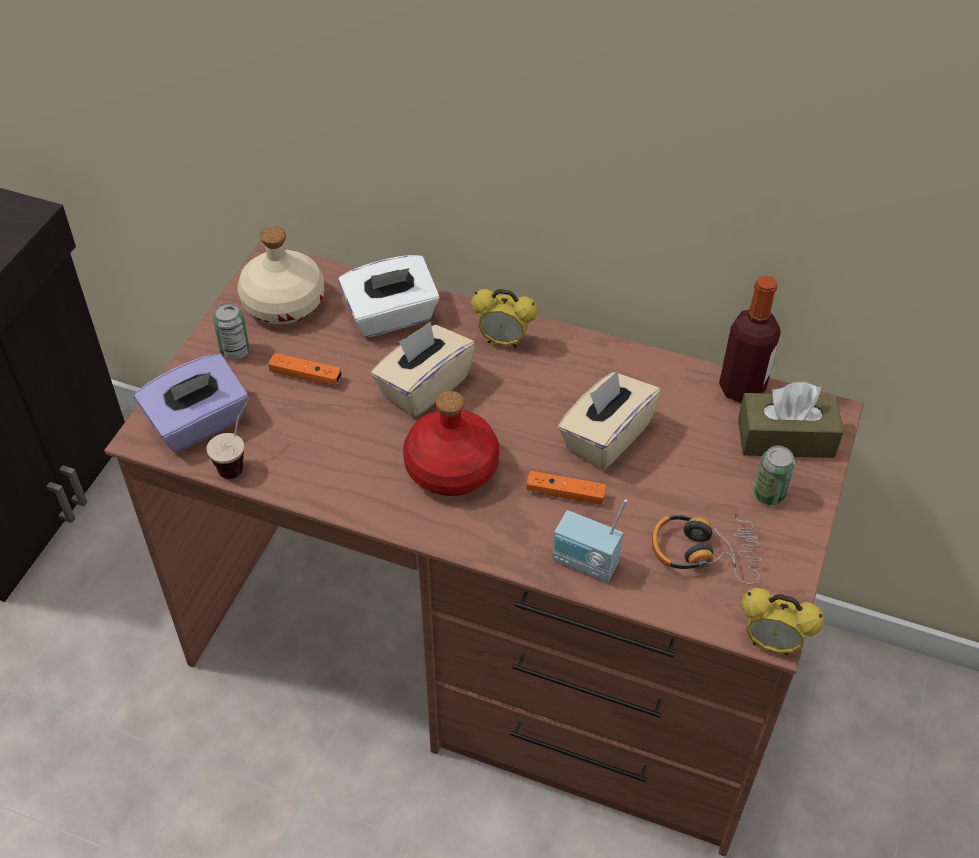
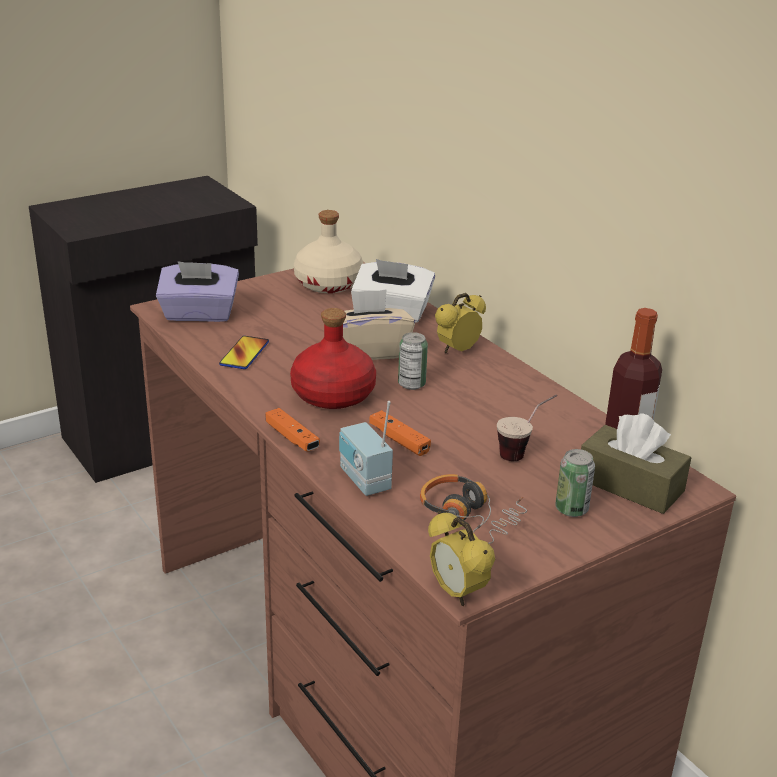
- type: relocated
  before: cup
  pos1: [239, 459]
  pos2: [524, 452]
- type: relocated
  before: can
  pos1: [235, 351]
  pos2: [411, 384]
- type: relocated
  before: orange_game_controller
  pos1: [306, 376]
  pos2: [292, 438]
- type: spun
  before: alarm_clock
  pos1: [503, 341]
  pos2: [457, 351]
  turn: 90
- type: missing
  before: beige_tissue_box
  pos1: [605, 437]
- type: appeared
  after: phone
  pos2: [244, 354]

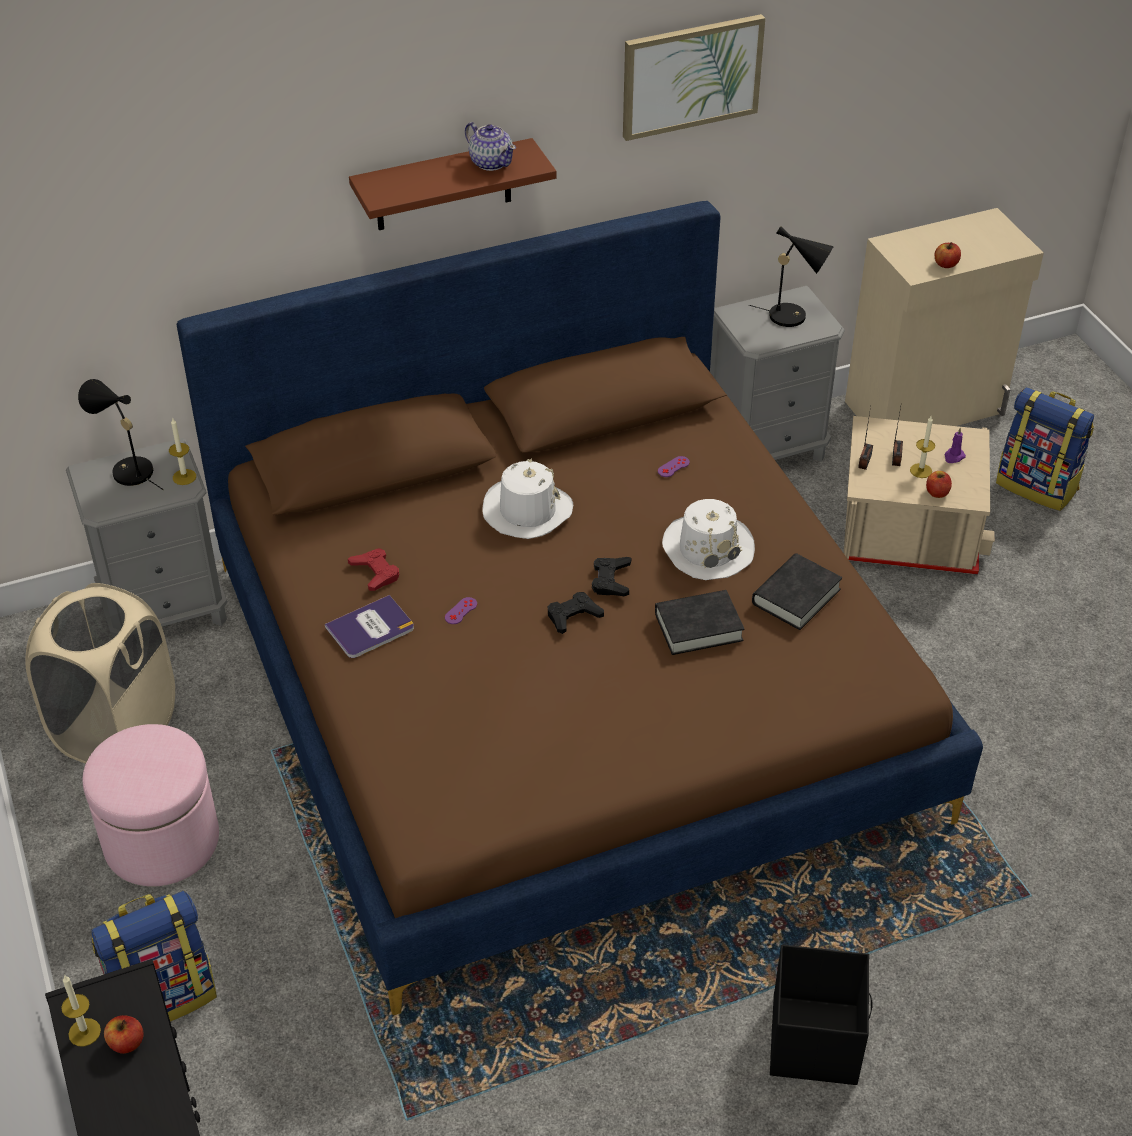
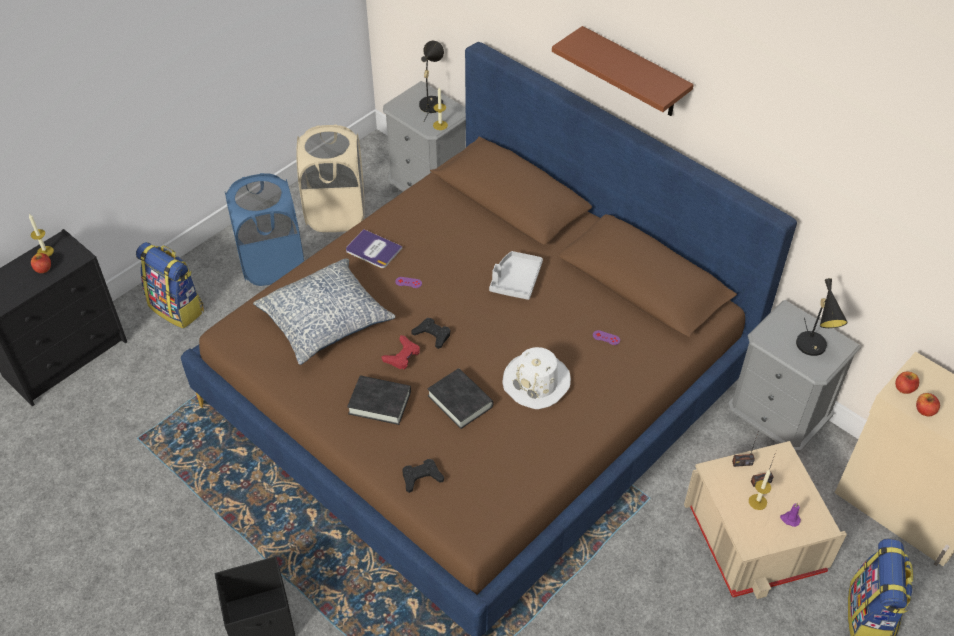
- type: exchanged
  before: pink_ottoman
  after: blue_laundry_basket
  pos1: [162, 841]
  pos2: [272, 264]
- type: relocated
  before: red_game_controller
  pos1: [375, 573]
  pos2: [402, 355]
- type: missing
  before: teapot
  pos1: [491, 162]
- type: exchanged
  before: white_hat
  after: grey_tray
  pos1: [527, 510]
  pos2: [515, 280]
- type: relocated
  before: black_game_controller
  pos1: [611, 580]
  pos2: [421, 477]
- type: missing
  before: picture
  pos1: [691, 76]
- type: relocated
  before: black_book
  pos1: [796, 596]
  pos2: [379, 403]
- type: relocated
  before: apple
  pos1: [937, 493]
  pos2: [904, 388]
- type: appeared
  after: pillow
  pos2: [325, 321]

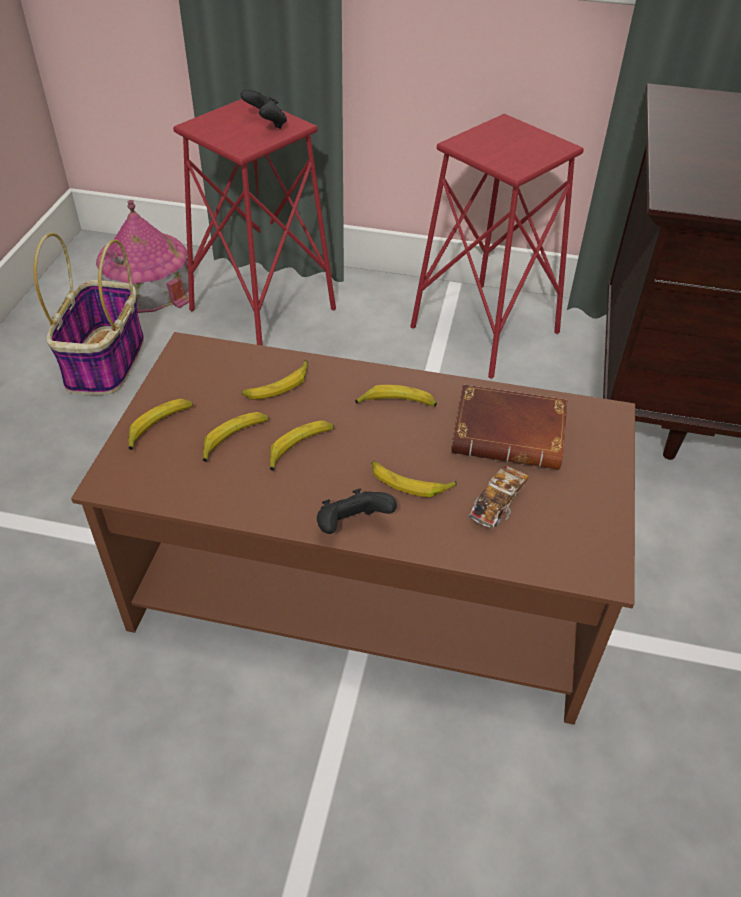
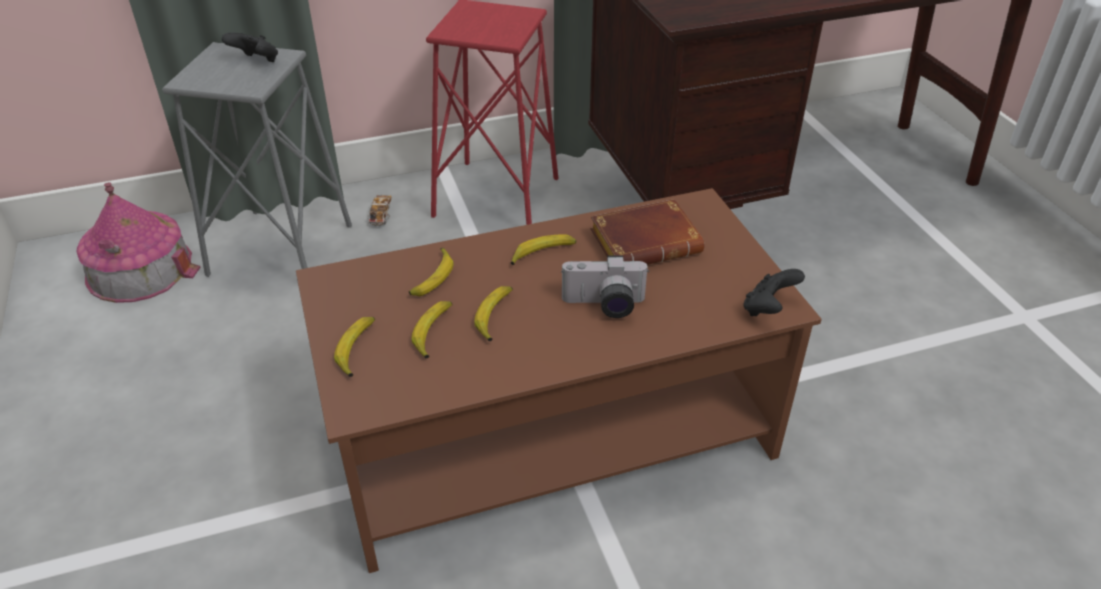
- type: missing
  before: basket
  pos1: [105, 363]
- type: colour
  before: red_stool
  after: grey_stool
  pos1: [263, 309]
  pos2: [281, 249]
- type: relocated
  before: black_game_controller
  pos1: [352, 526]
  pos2: [768, 309]
- type: exchanged
  before: banana
  after: photo_camera
  pos1: [410, 483]
  pos2: [604, 306]
- type: relocated
  before: toy_car
  pos1: [497, 505]
  pos2: [381, 215]

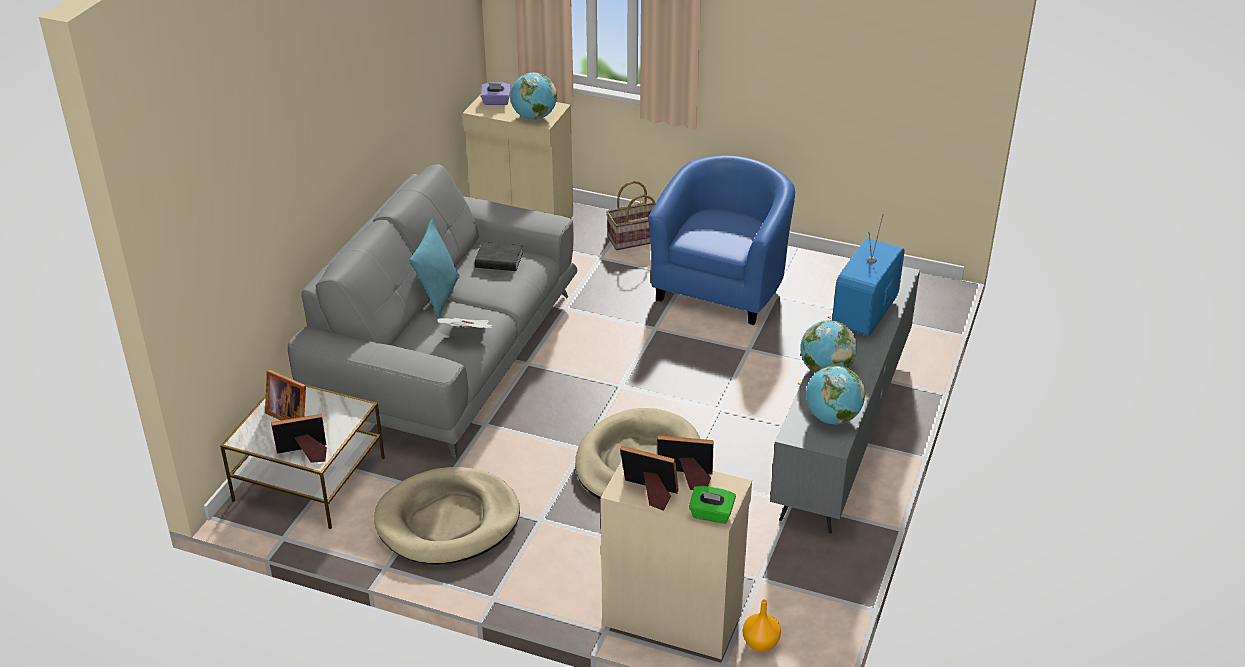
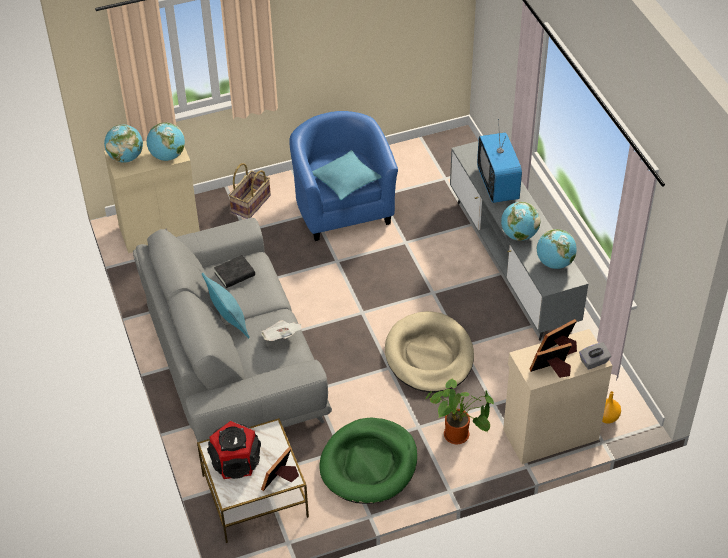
- type: exchanged
  before: picture_frame
  after: speaker
  pos1: [289, 414]
  pos2: [236, 462]
- type: colour
  before: beige_dog_bed
  after: green_dog_bed
  pos1: [448, 521]
  pos2: [369, 464]
- type: exchanged
  before: purple_tissue_box
  after: globe
  pos1: [496, 102]
  pos2: [126, 157]
- type: colour
  before: green_tissue_box
  after: grey_tissue_box
  pos1: [711, 514]
  pos2: [594, 362]
- type: appeared
  after: turquoise_pillow
  pos2: [346, 180]
- type: appeared
  after: potted_plant
  pos2: [459, 435]

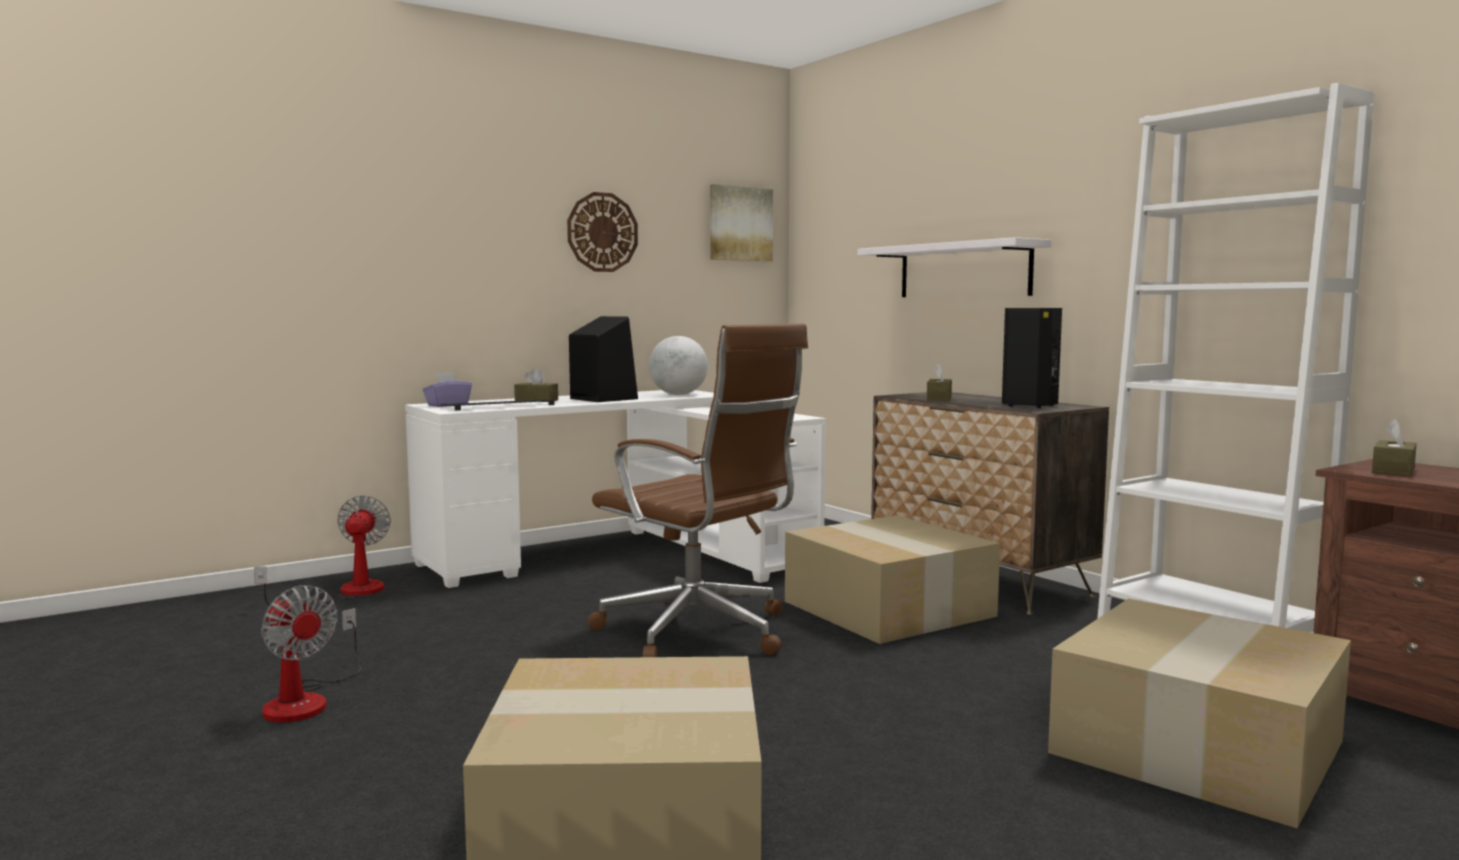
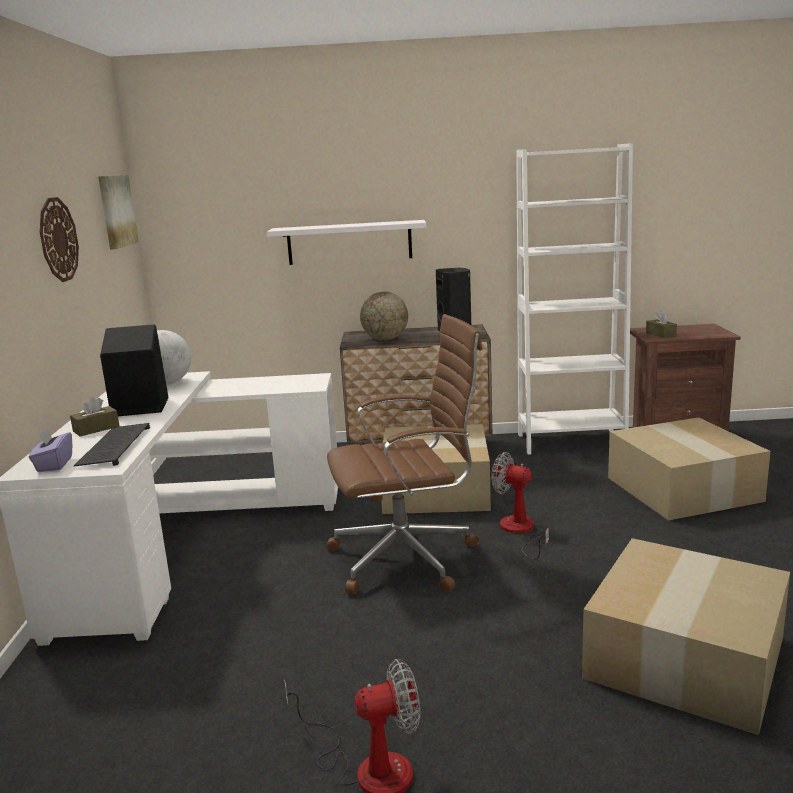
- type: relocated
  before: fan
  pos1: [346, 593]
  pos2: [521, 531]
- type: exchanged
  before: brown_tissue_box
  after: globe
  pos1: [939, 398]
  pos2: [385, 339]

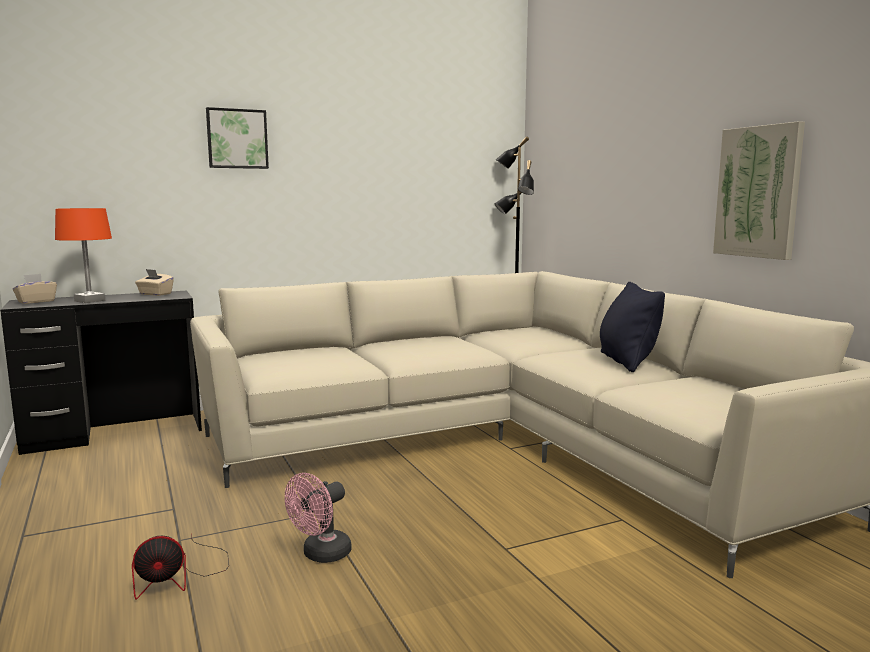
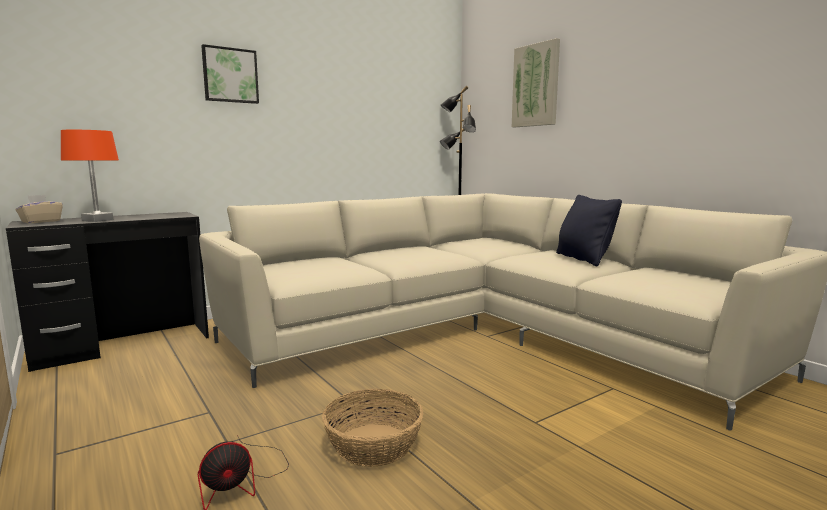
- type: missing
  before: beige_tissue_box
  pos1: [155, 294]
- type: exchanged
  before: pink_fan
  after: basket
  pos1: [321, 555]
  pos2: [374, 444]
- type: relocated
  before: picture
  pos1: [758, 192]
  pos2: [536, 85]

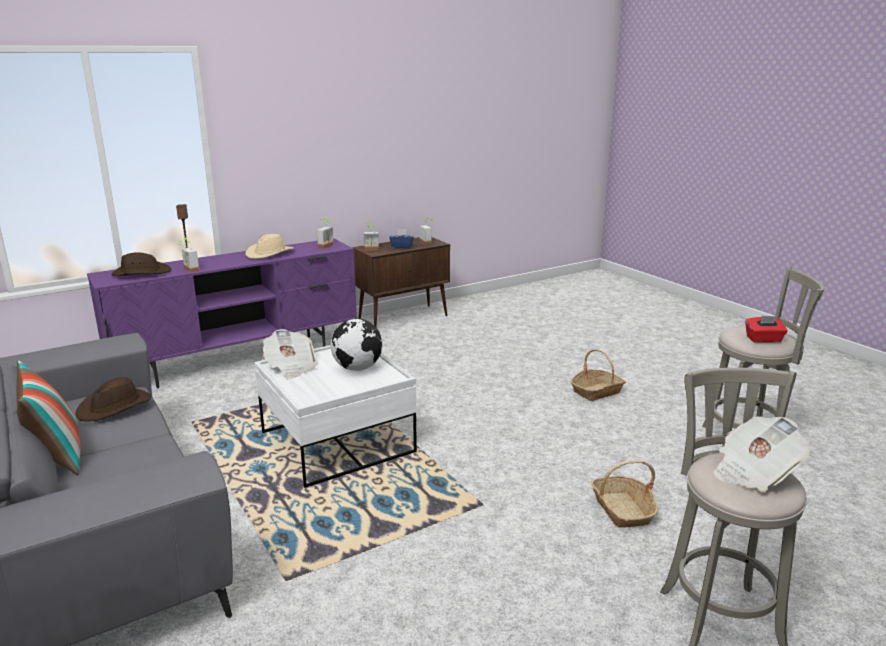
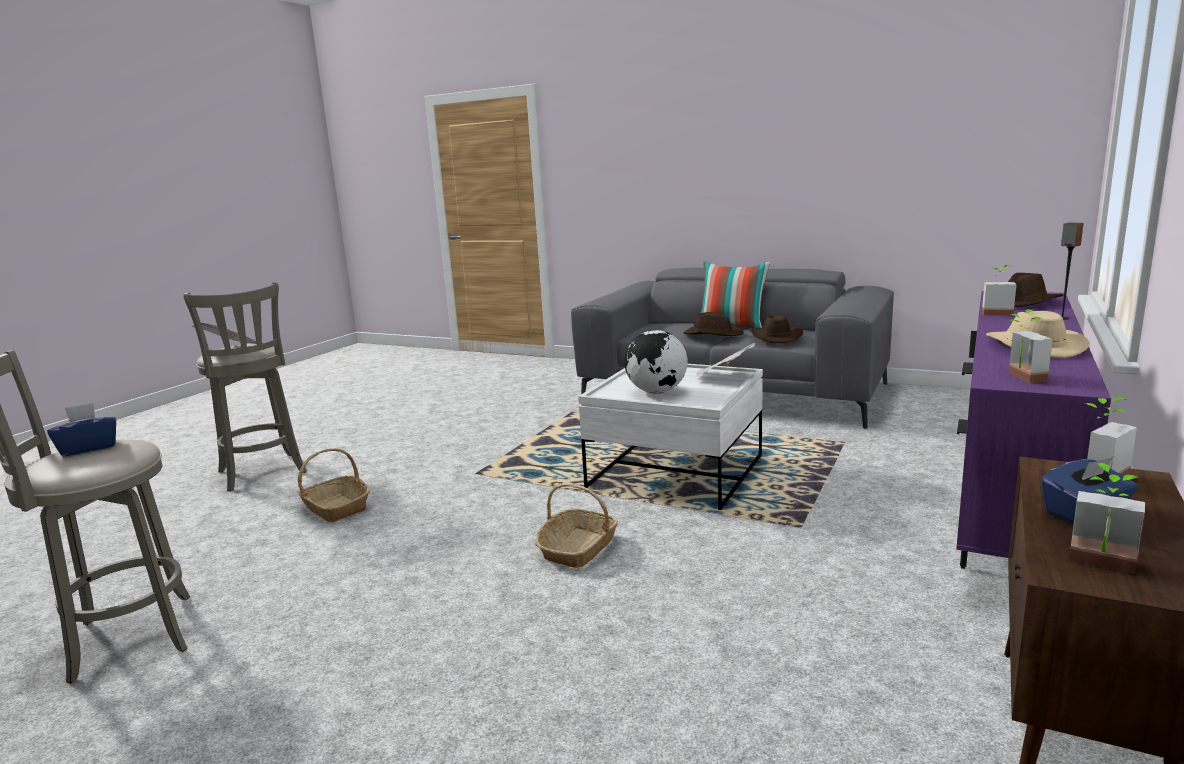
- type: relocated
  before: basket
  pos1: [597, 391]
  pos2: [578, 548]
- type: colour
  before: red_tissue_box
  after: blue_tissue_box
  pos1: [763, 339]
  pos2: [89, 448]
- type: appeared
  after: brown_hat
  pos2: [712, 334]

